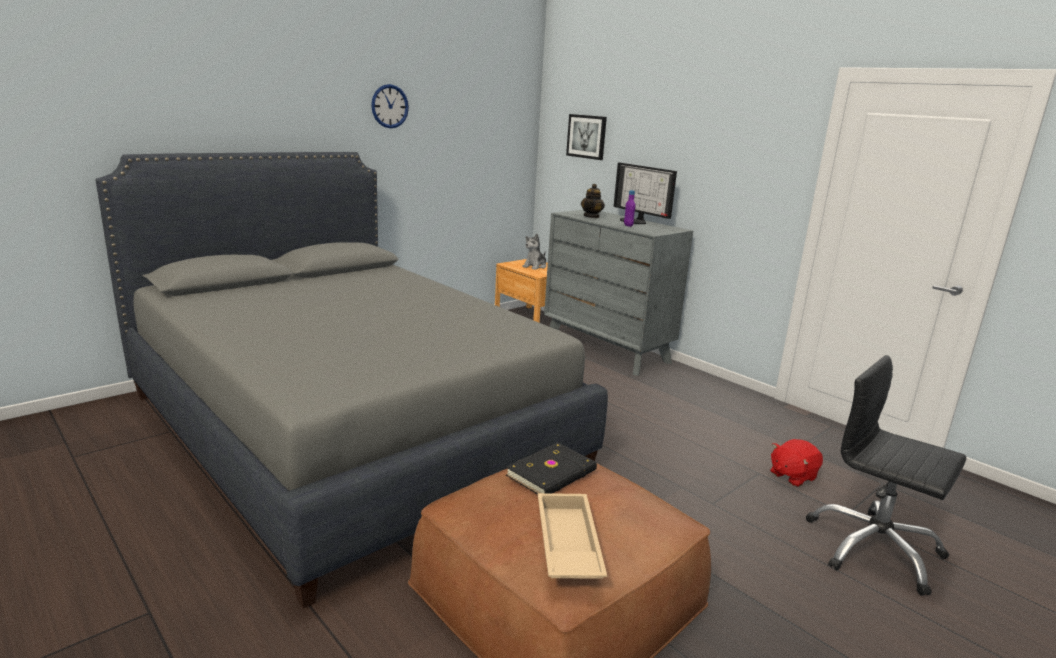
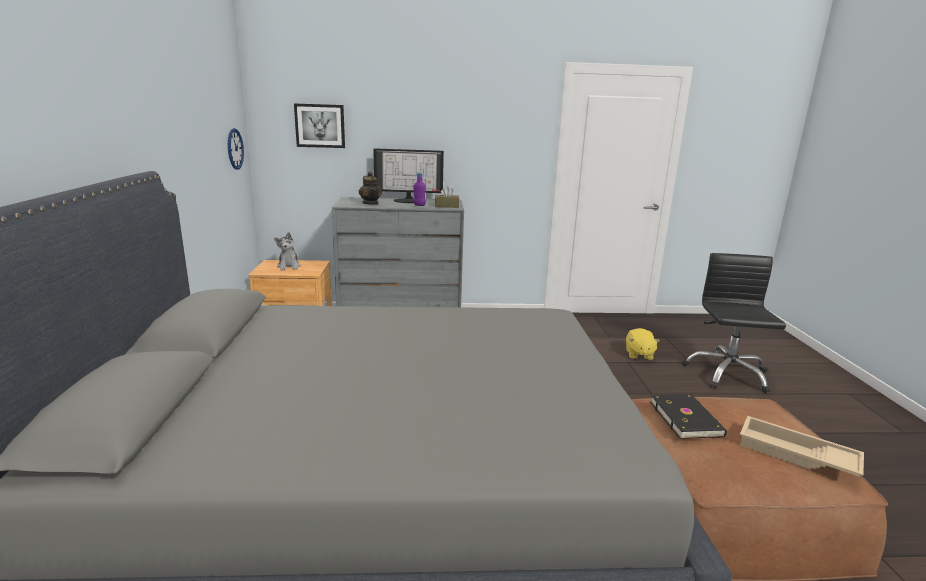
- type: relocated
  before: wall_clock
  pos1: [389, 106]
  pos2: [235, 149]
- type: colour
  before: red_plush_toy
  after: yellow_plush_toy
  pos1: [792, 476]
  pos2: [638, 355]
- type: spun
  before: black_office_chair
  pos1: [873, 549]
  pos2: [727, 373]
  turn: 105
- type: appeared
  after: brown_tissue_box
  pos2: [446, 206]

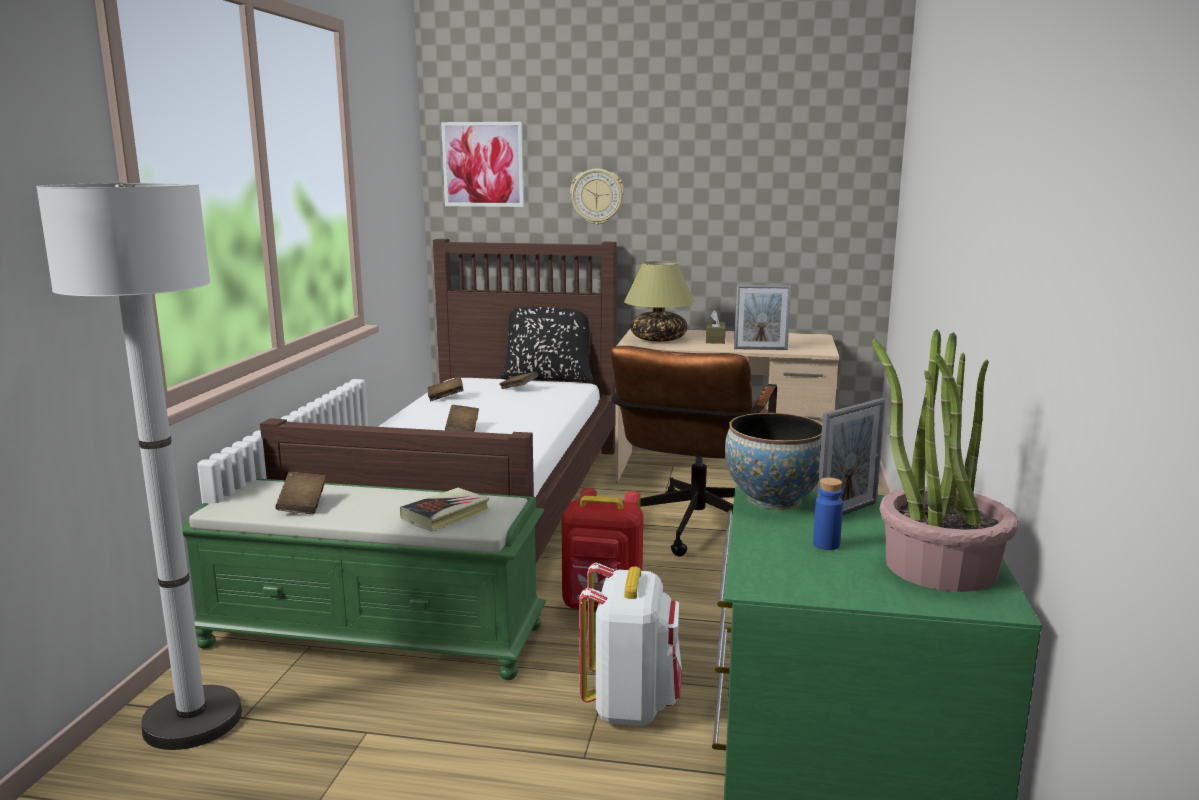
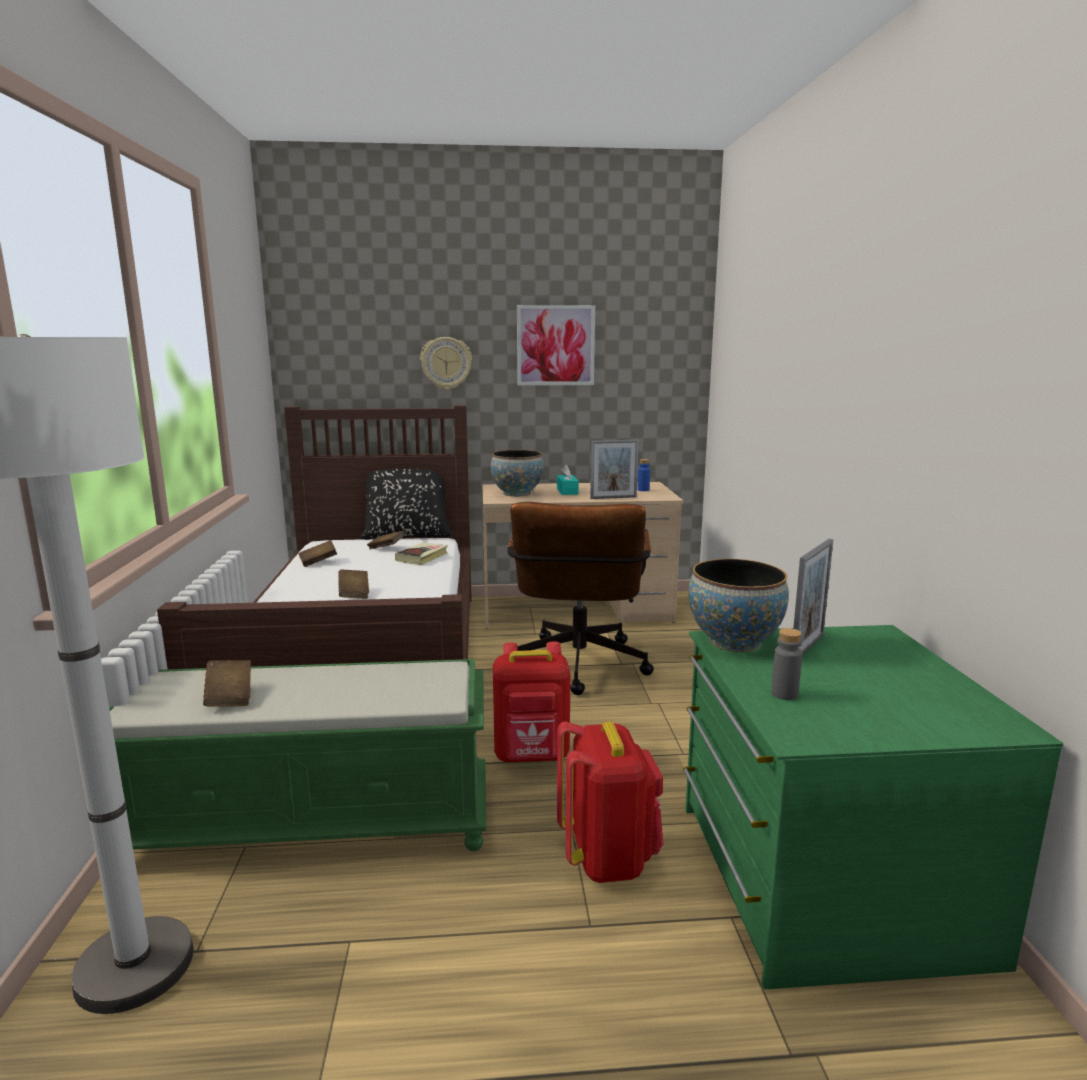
- type: relocated
  before: book
  pos1: [446, 515]
  pos2: [422, 557]
- type: relocated
  before: picture
  pos1: [483, 164]
  pos2: [555, 345]
- type: colour
  before: white_backpack
  after: red_backpack
  pos1: [631, 705]
  pos2: [608, 858]
- type: exchanged
  before: table_lamp
  after: bowl
  pos1: [658, 339]
  pos2: [517, 494]
- type: colour
  before: brown_tissue_box
  after: turquoise_tissue_box
  pos1: [715, 340]
  pos2: [567, 491]
- type: relocated
  before: blue_bottle
  pos1: [826, 544]
  pos2: [643, 490]
- type: missing
  before: potted_plant
  pos1: [939, 567]
- type: appeared
  after: grey_bottle
  pos2: [784, 694]

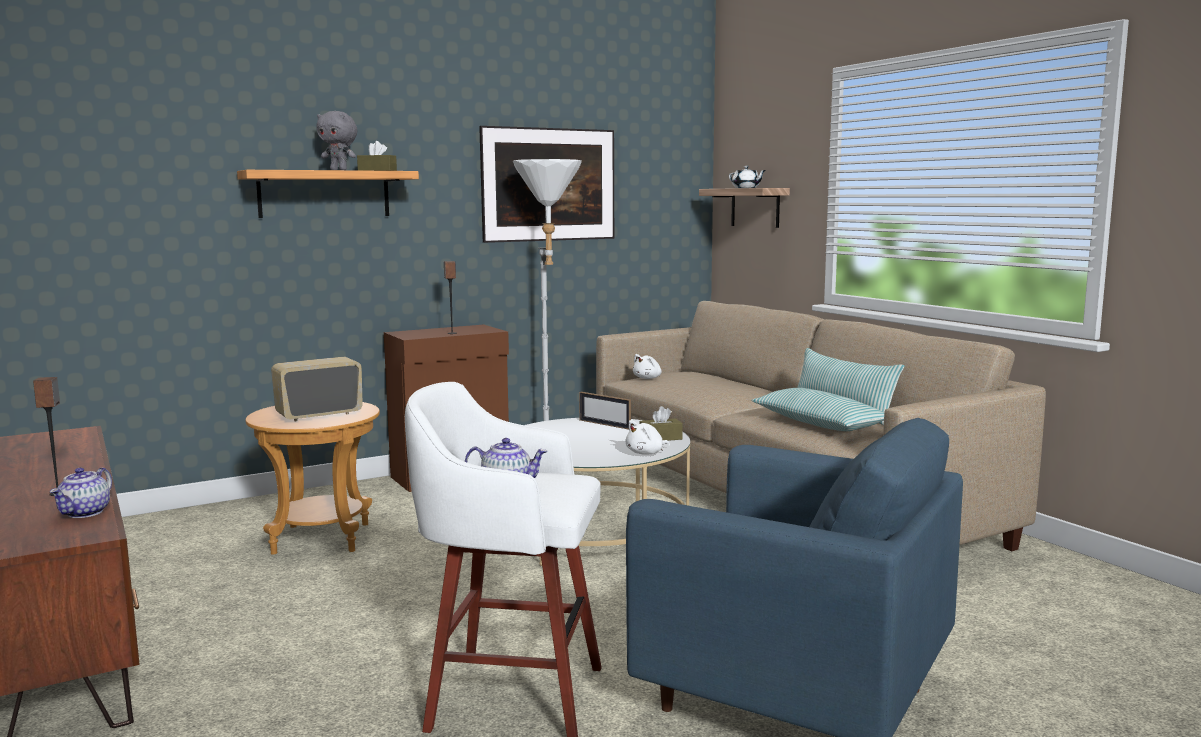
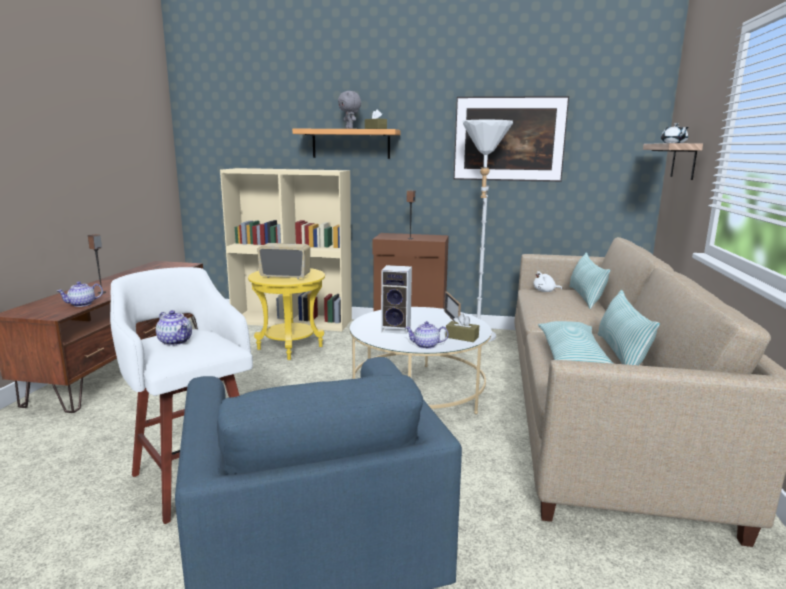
- type: colour
  before: brown_side_table
  after: yellow_side_table
  pos1: [321, 538]
  pos2: [290, 347]
- type: exchanged
  before: white_plush_toy
  after: teapot
  pos1: [646, 453]
  pos2: [426, 346]
- type: appeared
  after: beige_bookcase
  pos2: [293, 321]
- type: appeared
  after: speaker
  pos2: [397, 329]
- type: appeared
  after: pillow
  pos2: [585, 297]

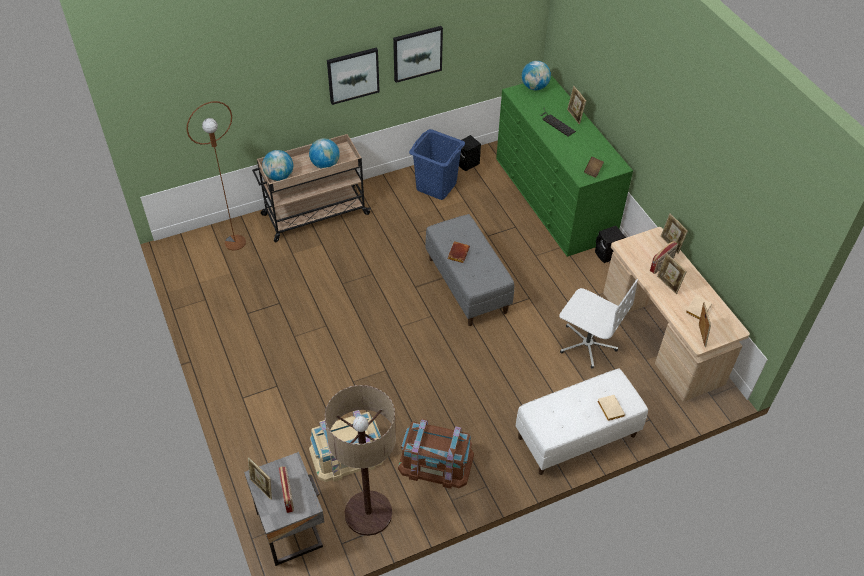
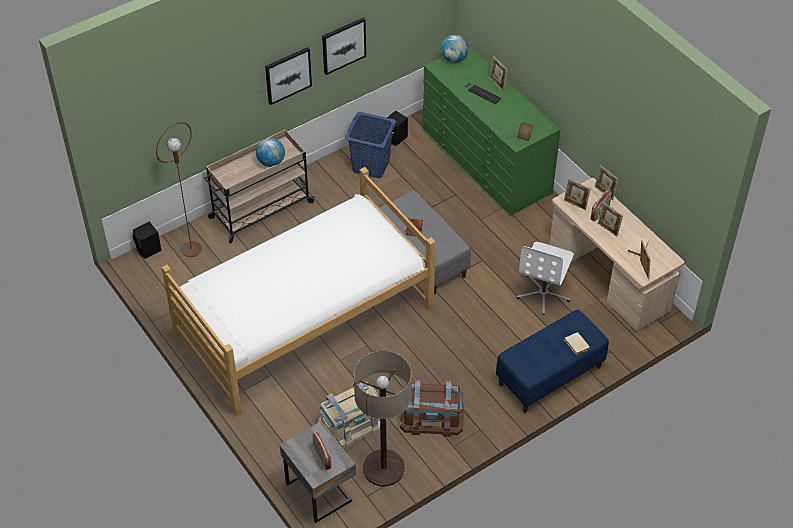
- type: relocated
  before: picture_frame
  pos1: [262, 488]
  pos2: [575, 204]
- type: missing
  before: globe
  pos1: [279, 176]
- type: colour
  before: white_bench
  after: blue_bench
  pos1: [576, 437]
  pos2: [549, 376]
- type: spun
  before: white_office_chair
  pos1: [587, 344]
  pos2: [543, 293]
  turn: 90
- type: relocated
  before: black_speaker
  pos1: [607, 255]
  pos2: [149, 250]
- type: appeared
  after: bed
  pos2: [303, 319]

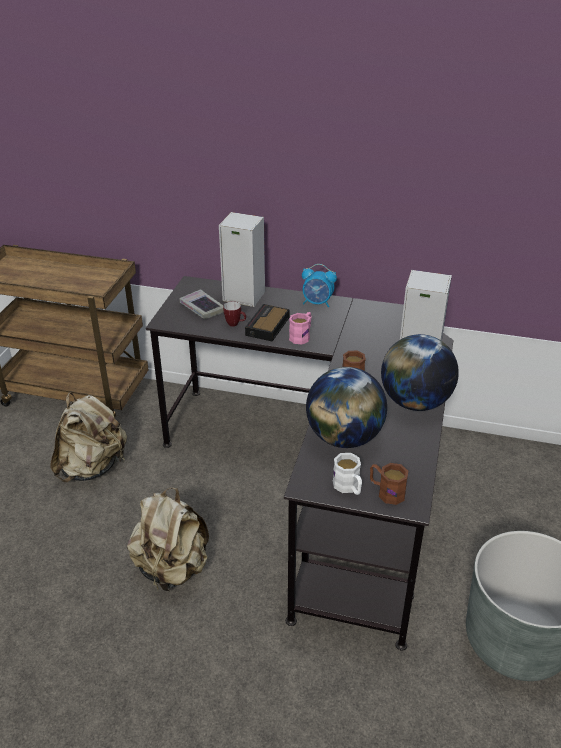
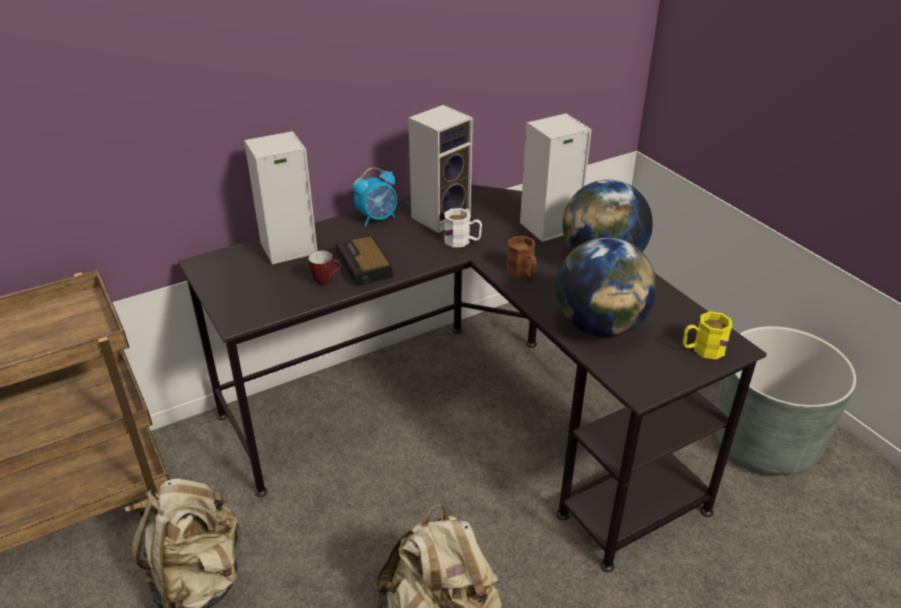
- type: missing
  before: book
  pos1: [202, 308]
- type: missing
  before: pink_mug
  pos1: [302, 336]
- type: relocated
  before: white_mug
  pos1: [348, 487]
  pos2: [462, 241]
- type: colour
  before: brown_mug
  after: yellow_mug
  pos1: [386, 492]
  pos2: [702, 350]
- type: appeared
  after: speaker
  pos2: [441, 216]

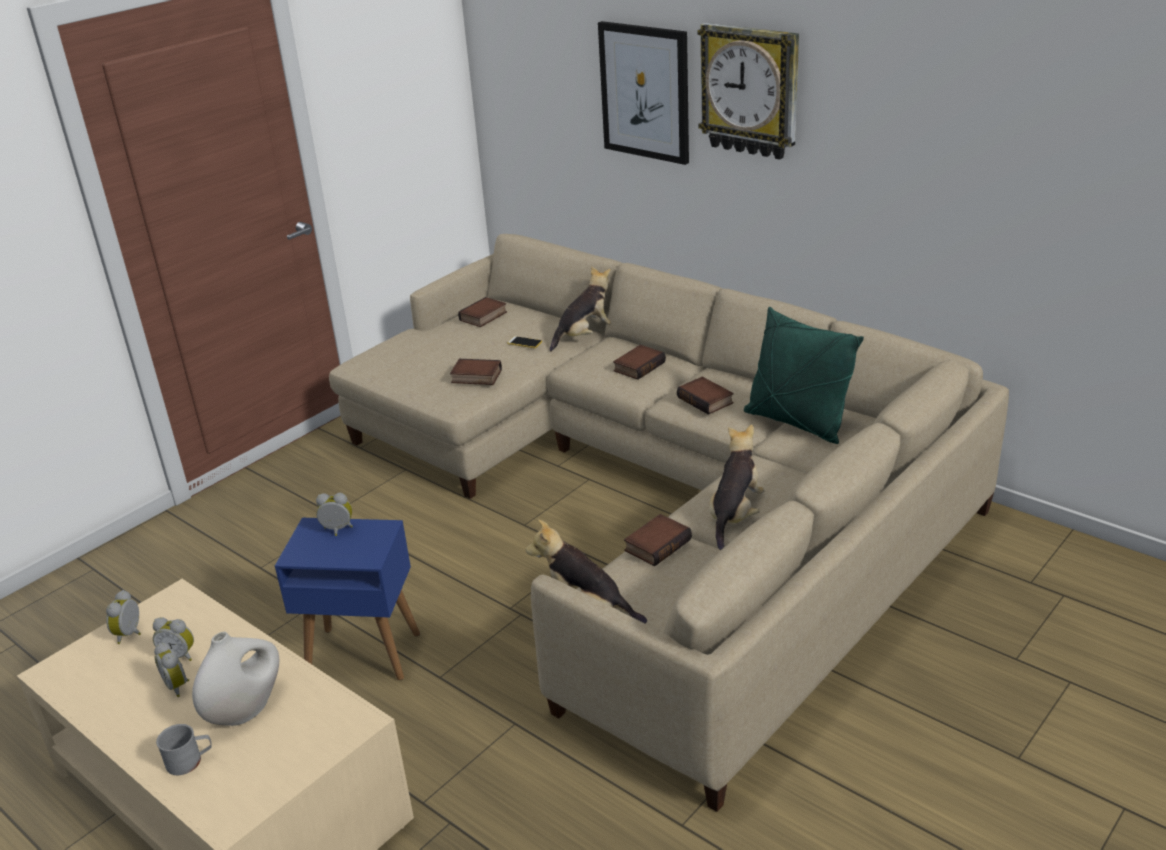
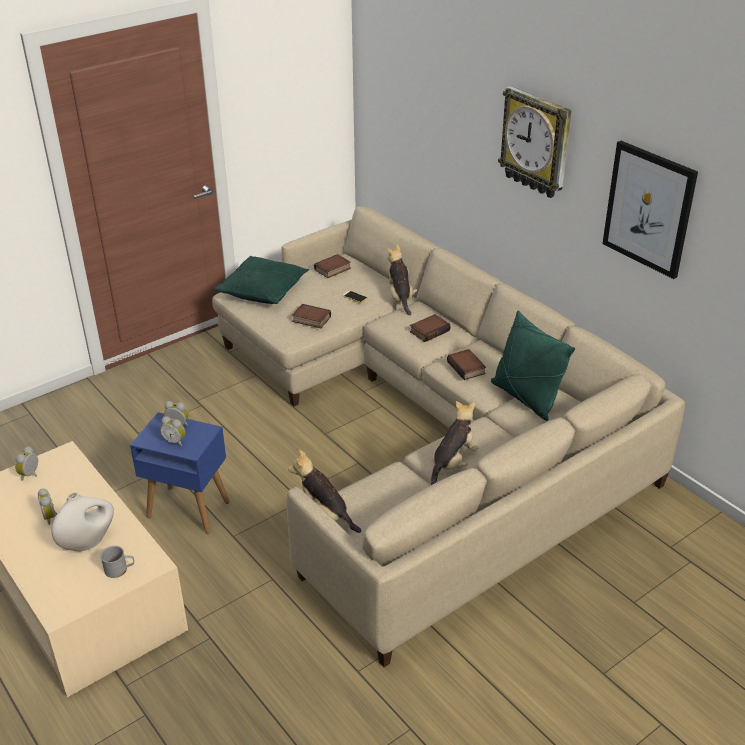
- type: relocated
  before: alarm_clock
  pos1: [180, 655]
  pos2: [175, 441]
- type: relocated
  before: grey_mug
  pos1: [190, 761]
  pos2: [119, 569]
- type: spun
  before: plush_toy
  pos1: [584, 336]
  pos2: [400, 298]
  turn: -75
- type: relocated
  before: picture
  pos1: [645, 92]
  pos2: [649, 209]
- type: missing
  before: book
  pos1: [657, 544]
- type: appeared
  after: green_pillow
  pos2: [263, 291]

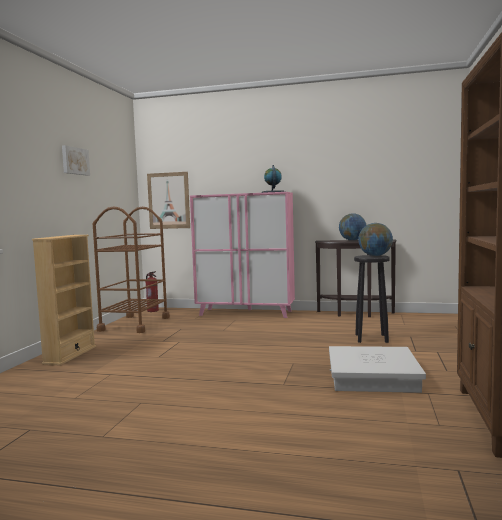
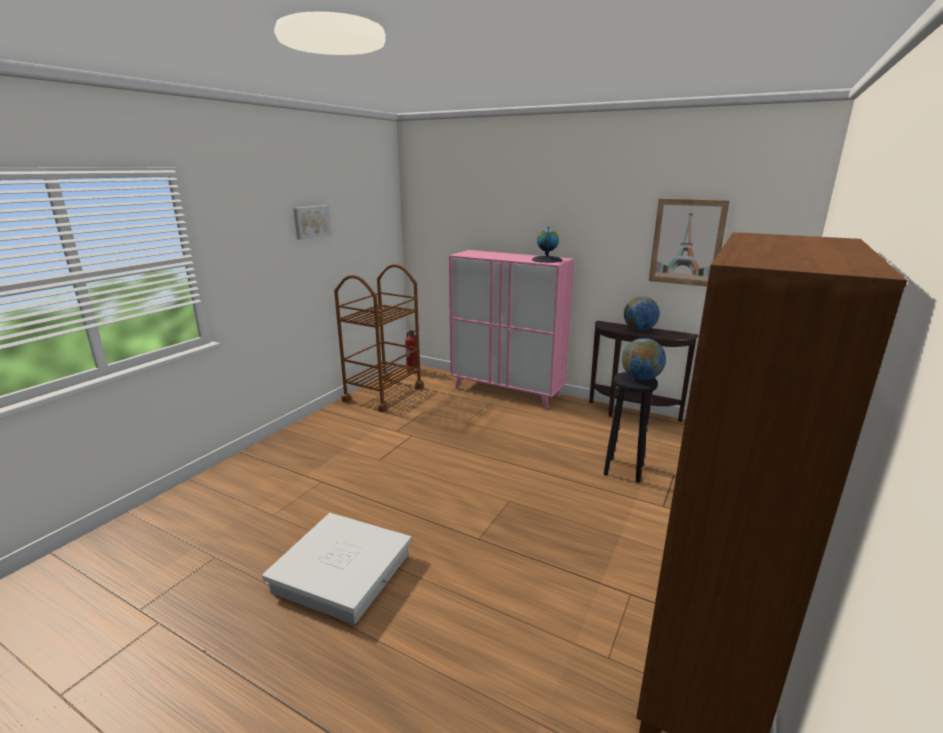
- type: missing
  before: beige_bookcase
  pos1: [70, 355]
- type: relocated
  before: picture
  pos1: [168, 200]
  pos2: [687, 242]
- type: relocated
  before: white_storage_box
  pos1: [372, 376]
  pos2: [342, 572]

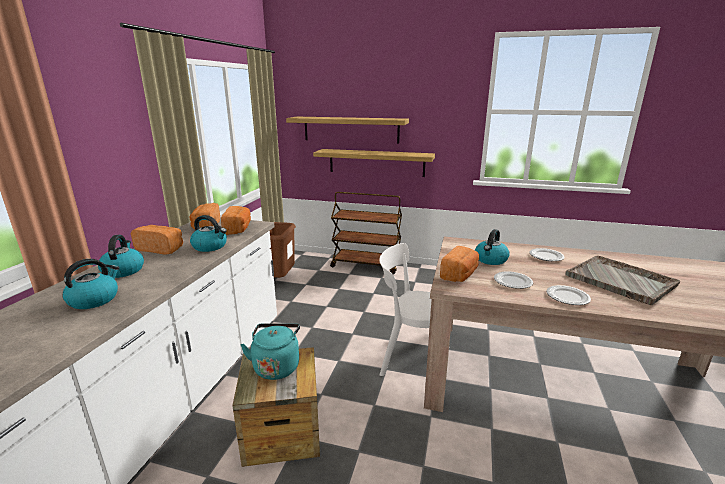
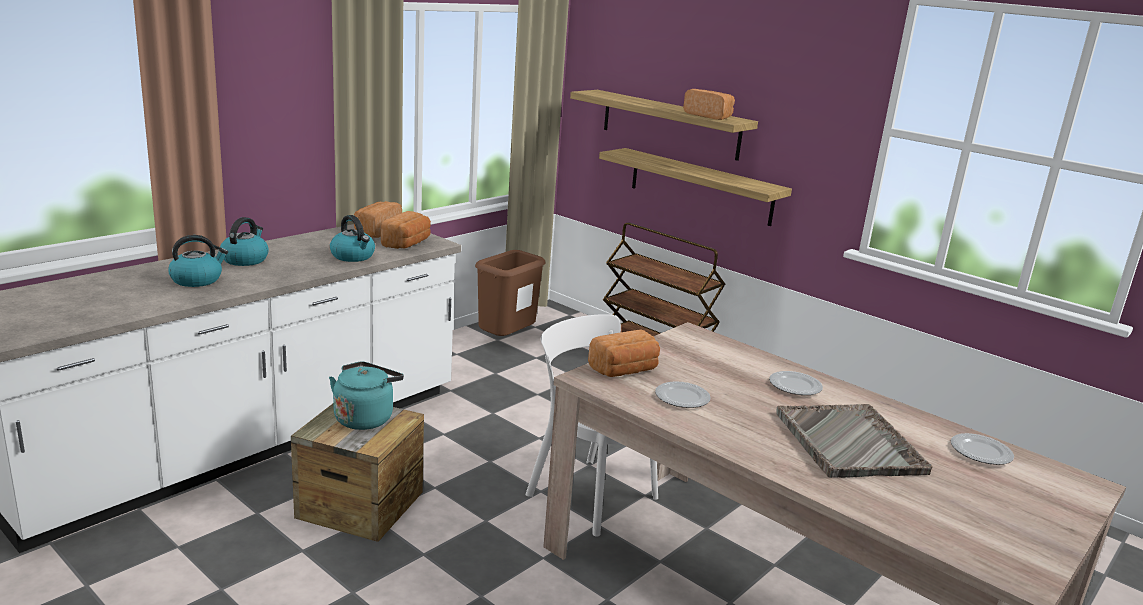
- type: relocated
  before: bread
  pos1: [161, 248]
  pos2: [709, 116]
- type: missing
  before: kettle
  pos1: [490, 260]
- type: relocated
  before: plate
  pos1: [567, 297]
  pos2: [980, 452]

